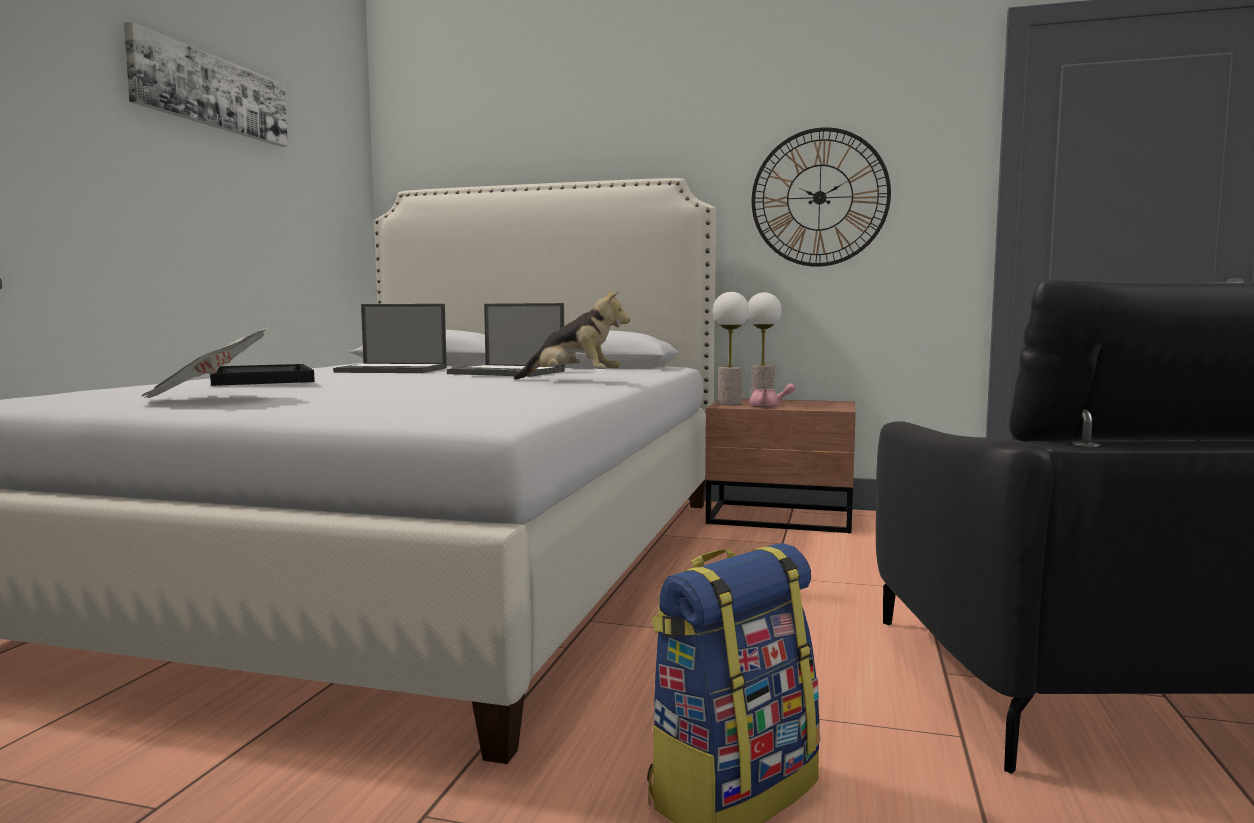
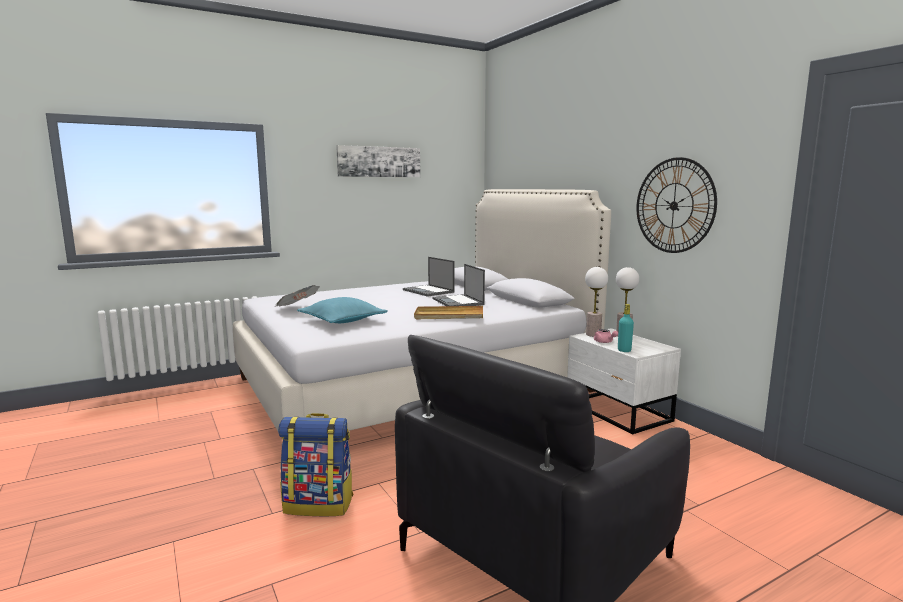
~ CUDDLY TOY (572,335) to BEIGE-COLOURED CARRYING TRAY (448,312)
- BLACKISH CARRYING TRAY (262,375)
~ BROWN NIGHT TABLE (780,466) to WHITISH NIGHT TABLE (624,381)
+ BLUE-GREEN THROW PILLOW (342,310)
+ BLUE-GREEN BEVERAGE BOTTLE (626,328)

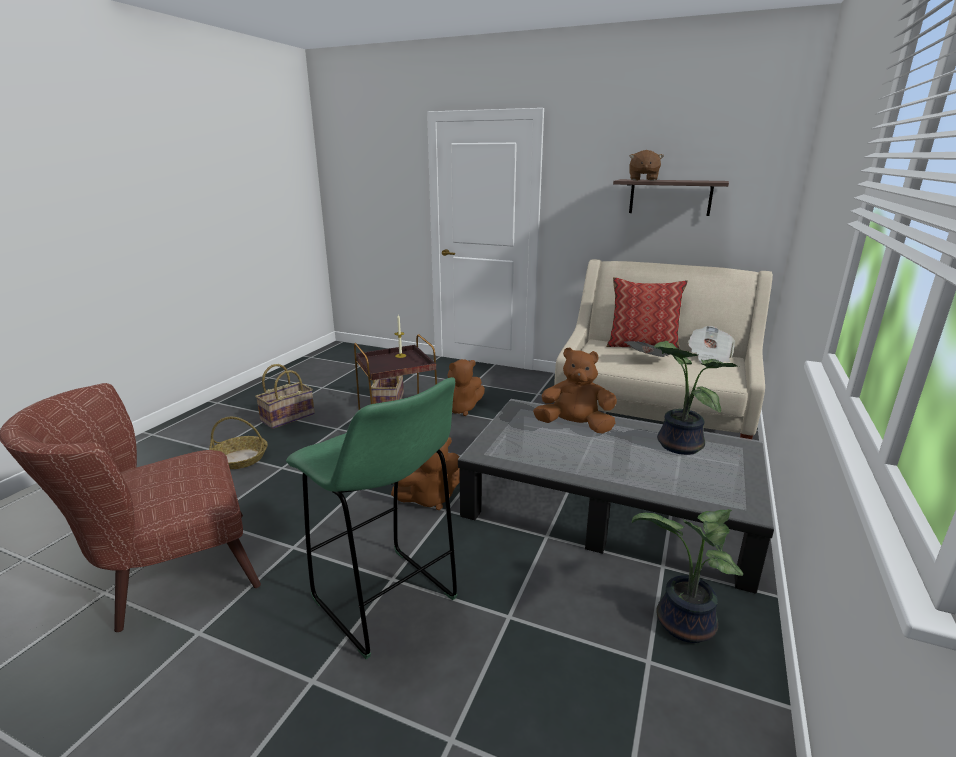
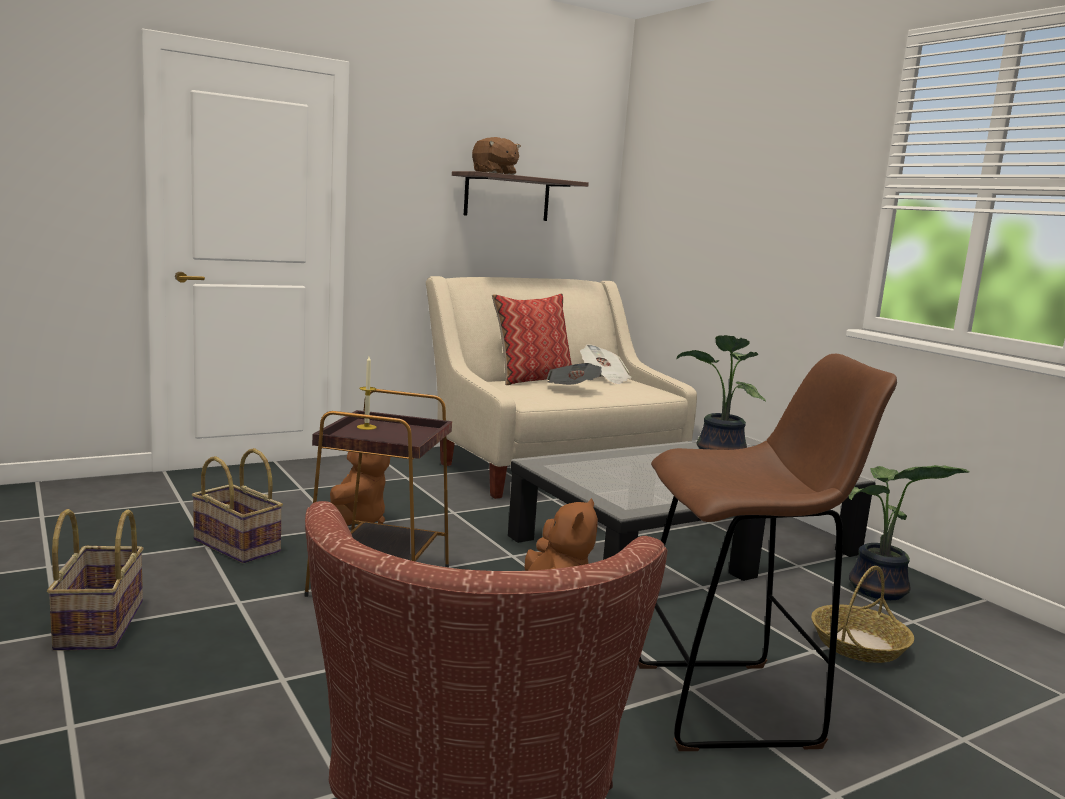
- BROWN CUDDLY TOY (575,390)
~ GREENISH STOOL SEAT (371,518) to BROWN STOOL SEAT (767,552)
~ STORAGE BASKET (238,443) to (862,614)

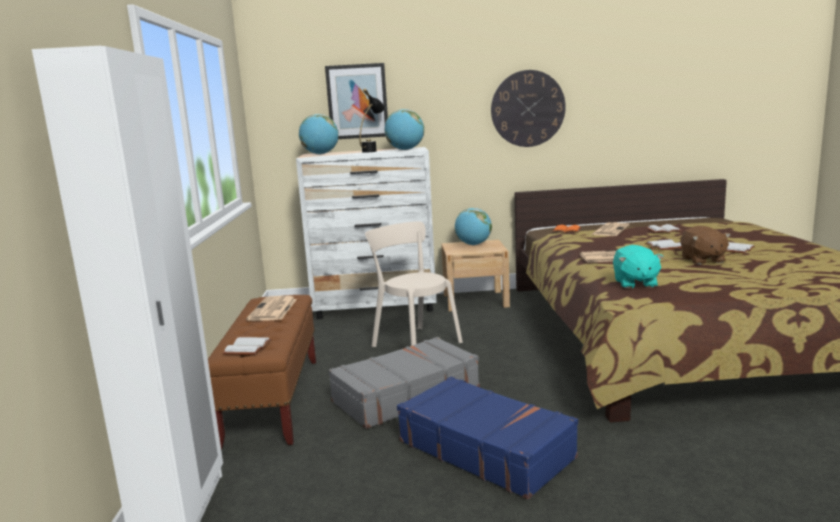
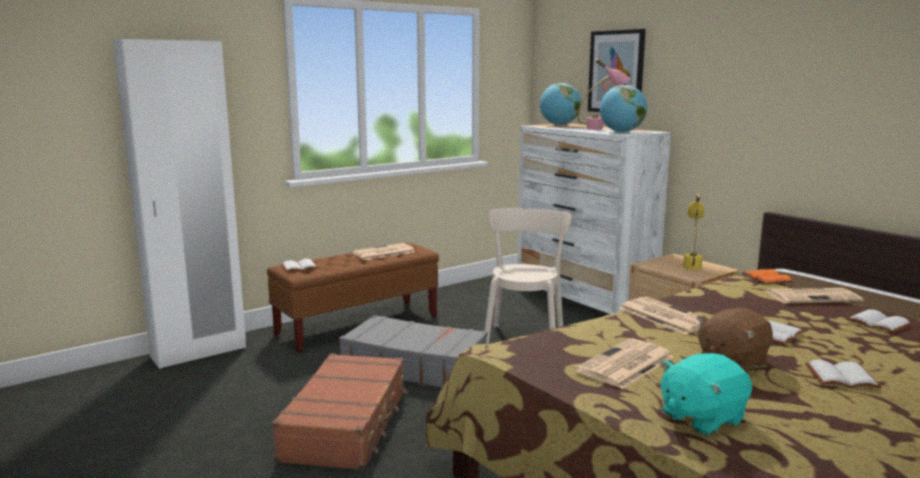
- WALL CLOCK (528,108)
~ BLACKISH TABLE LAMP (372,120) to PINK-COLOURED TABLE LAMP (604,94)
~ WORLD GLOBE (473,226) to YELLOW TABLE LAMP (693,231)
~ BLUE-GREEN CUDDLY TOY (638,267) to (706,394)
~ BLUE TRAVEL CASE (487,438) to BROWN TRAVEL CASE (340,412)
+ PRINTED PAPER (624,363)

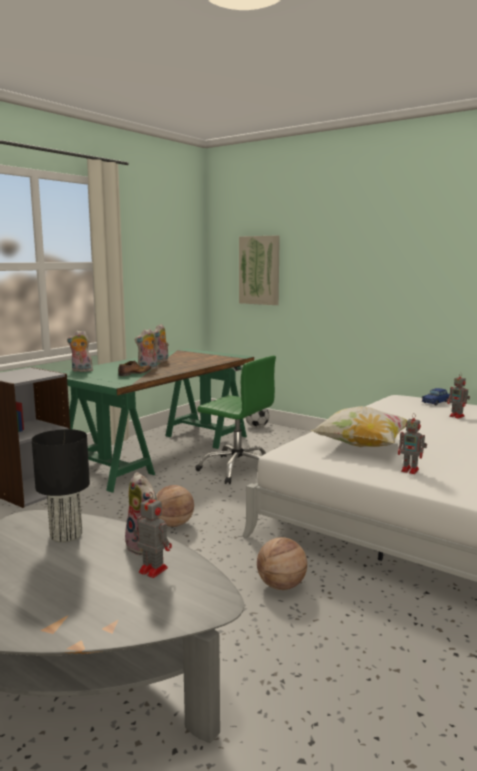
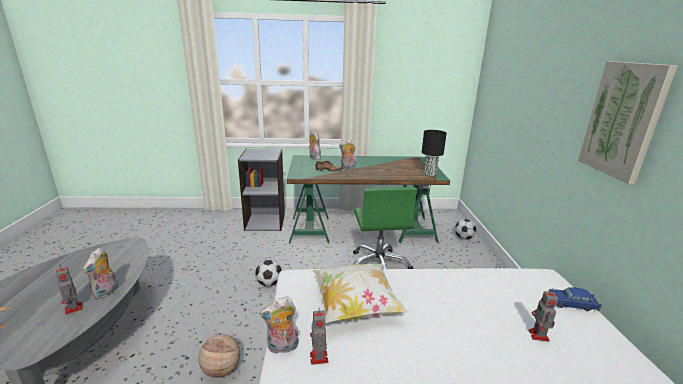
~ WALL ART (259,270) to (628,122)
~ CUDDLY TOY (161,343) to (279,325)
~ BLACKISH TABLE LAMP (61,485) to (434,153)
~ BASKETBALL BALL (175,506) to FOOTBALL (268,273)
~ TOY ROBOT (153,535) = (69,290) 150 degrees clockwise

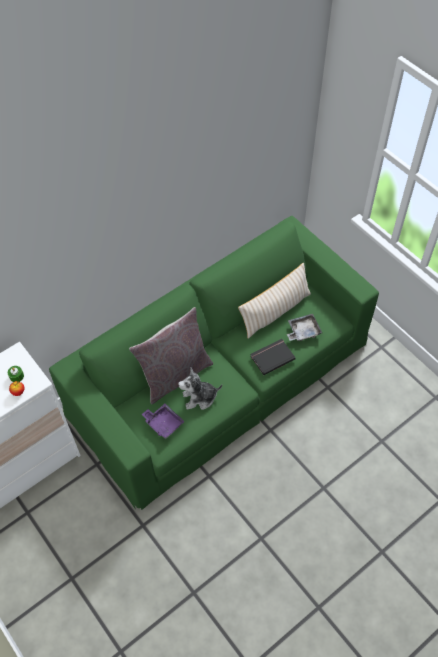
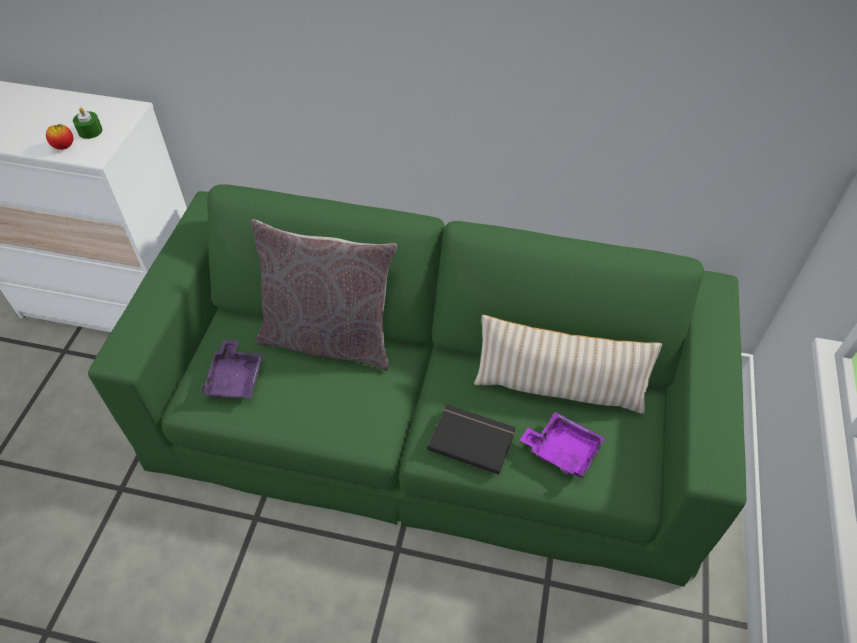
~ GREY CARRYING TRAY (305,327) to PURPLISH CARRYING TRAY (563,445)
- CUDDLY TOY (200,389)

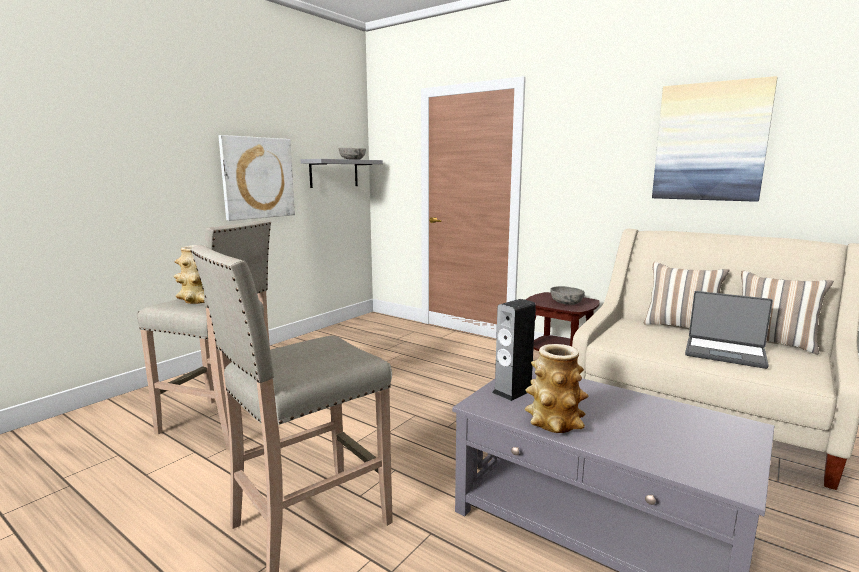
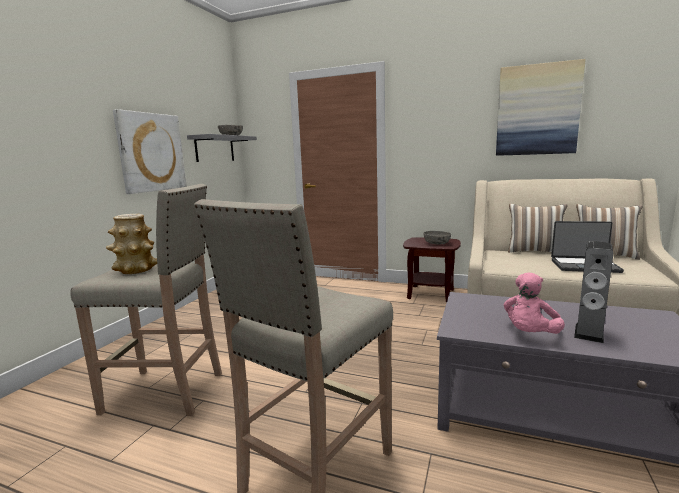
~ LOUDSPEAKER (514,350) to (593,292)
~ VASE (556,388) to PINK-COLOURED CUDDLY TOY (534,303)

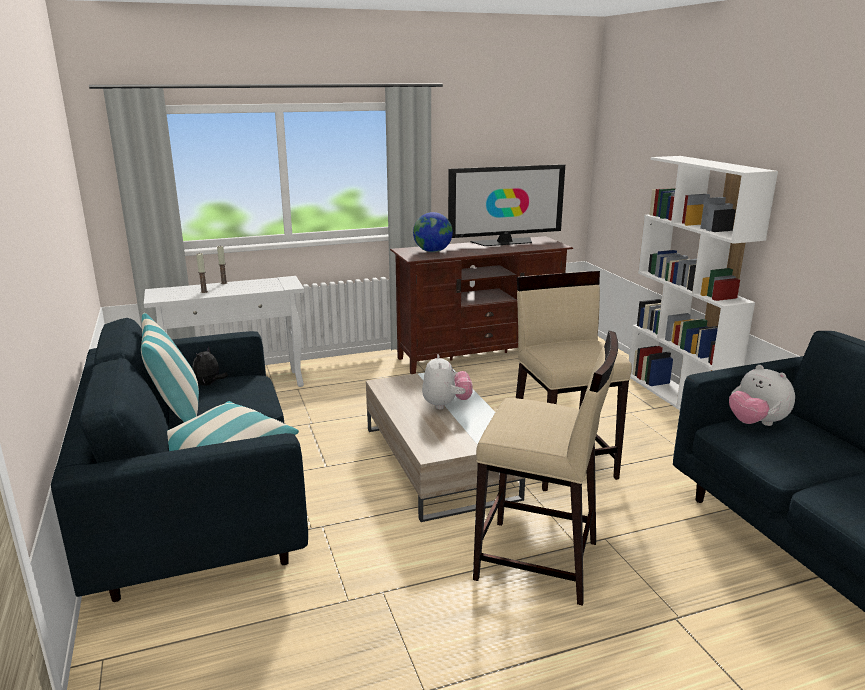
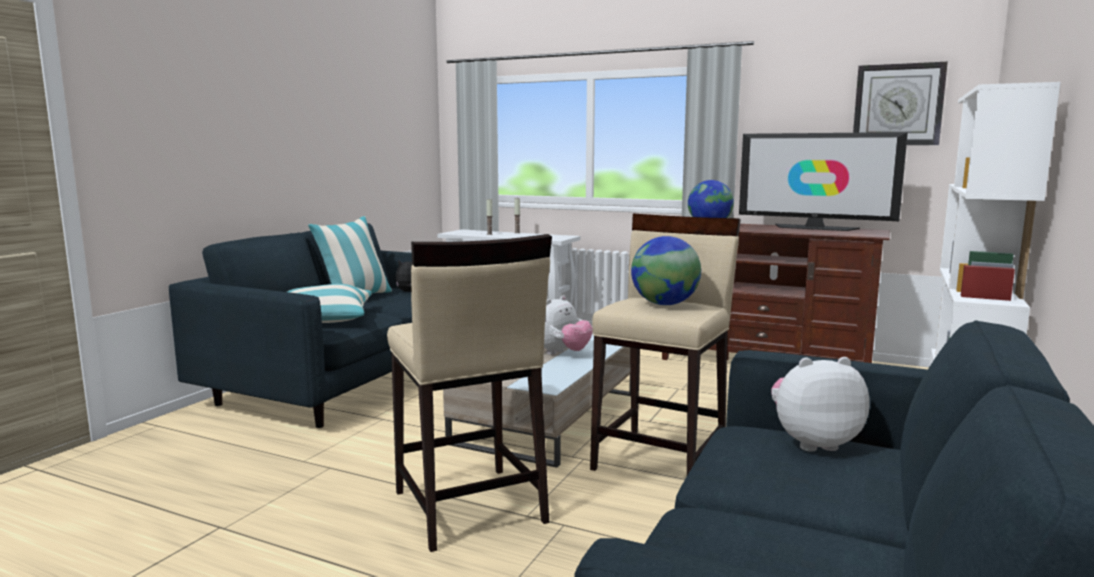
~ CUDDLY TOY (762,395) = (820,404) 75 degrees clockwise
+ WALL CLOCK (900,103)
+ WORLD GLOBE (666,270)

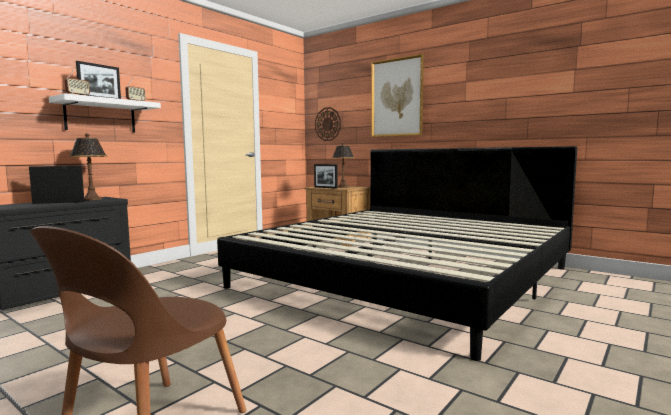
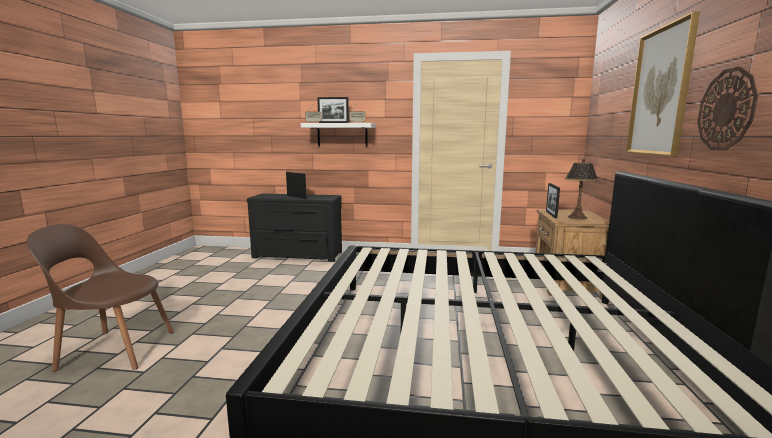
~ WALL CLOCK (328,124) to (727,108)
- TABLE LAMP (88,167)

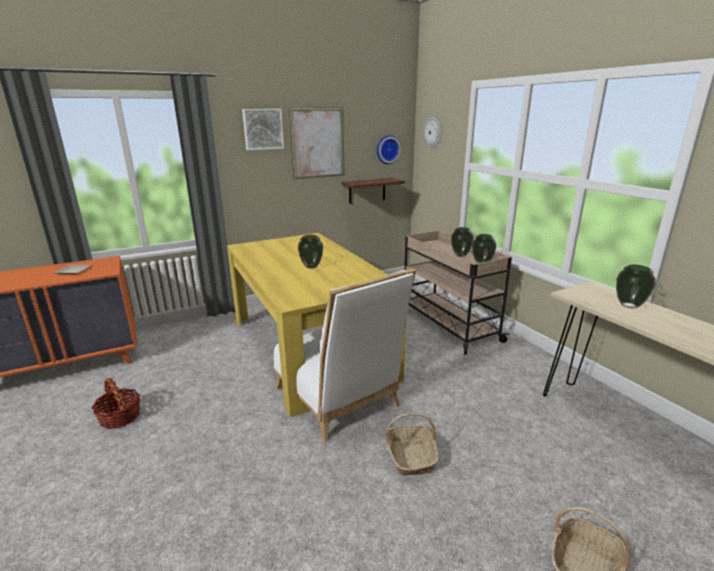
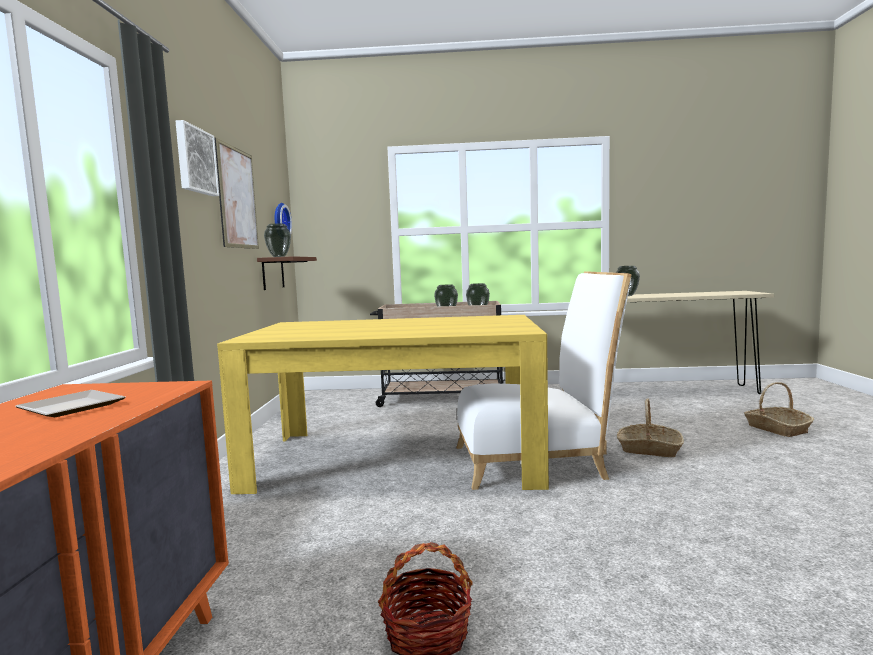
- WALL CLOCK (432,132)
~ VASE (310,252) to (277,240)

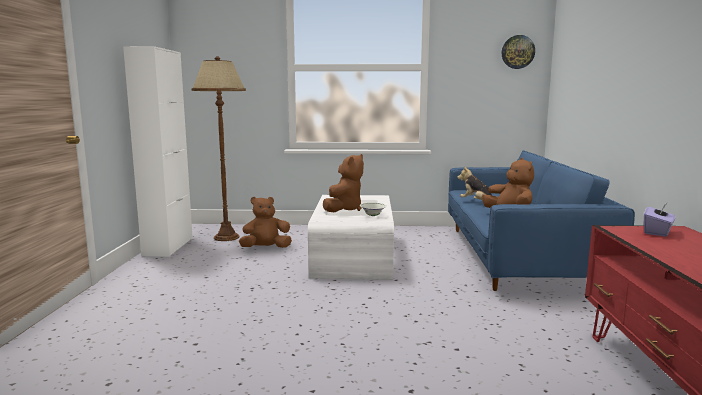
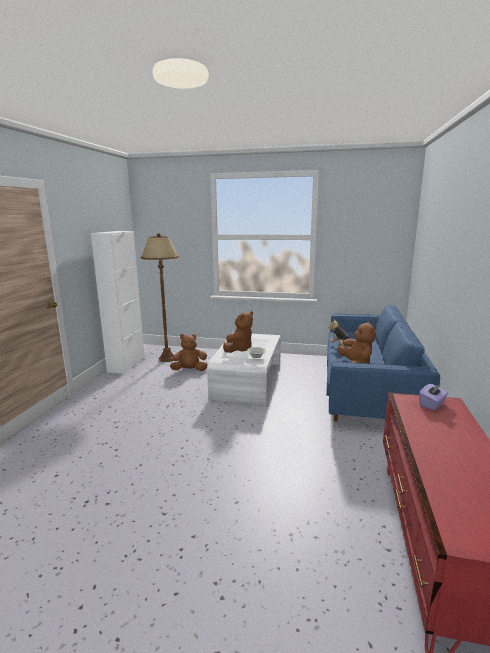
- WALL CLOCK (518,52)

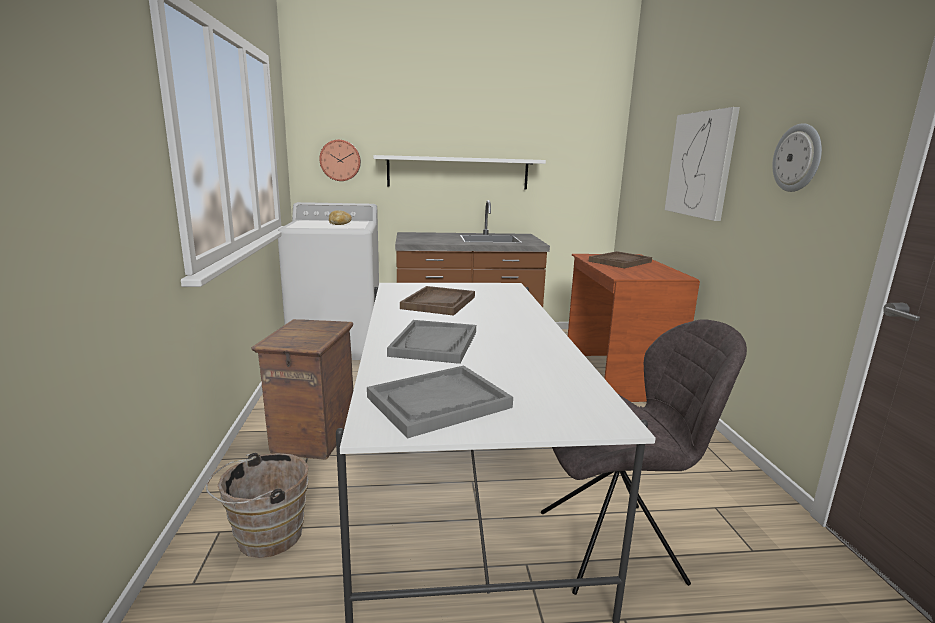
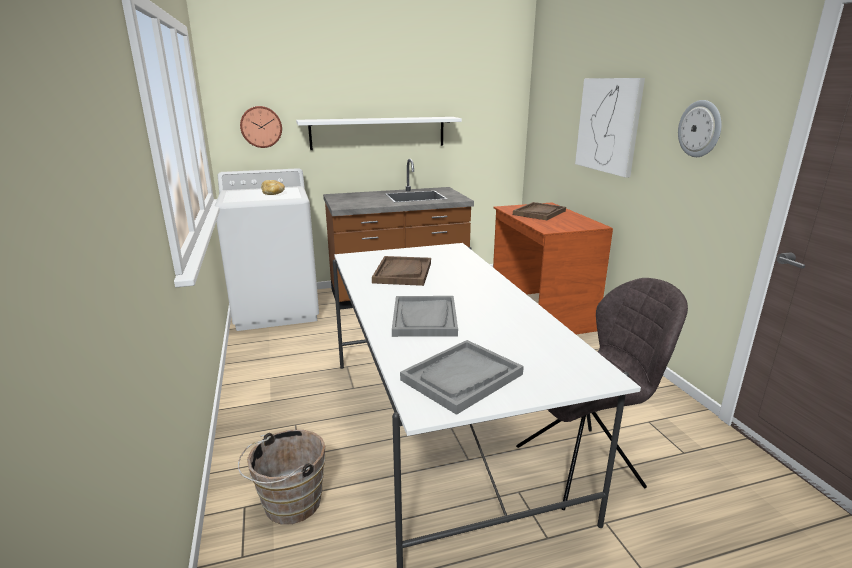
- PACKING CRATE (302,389)

